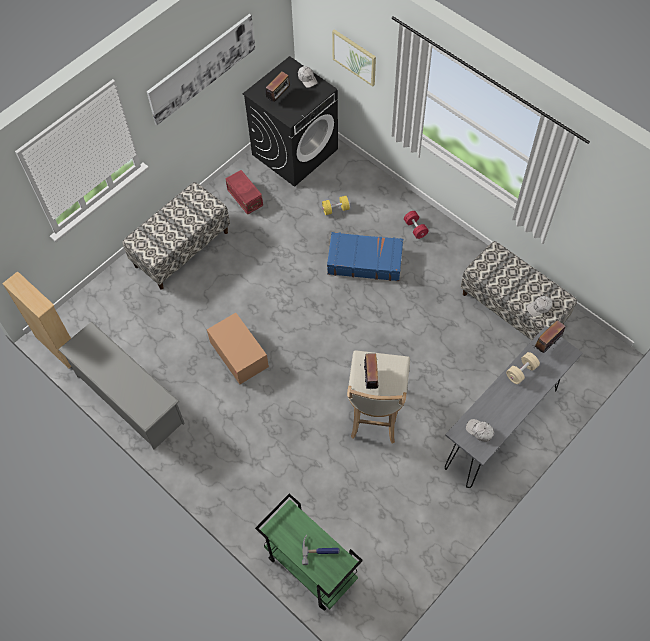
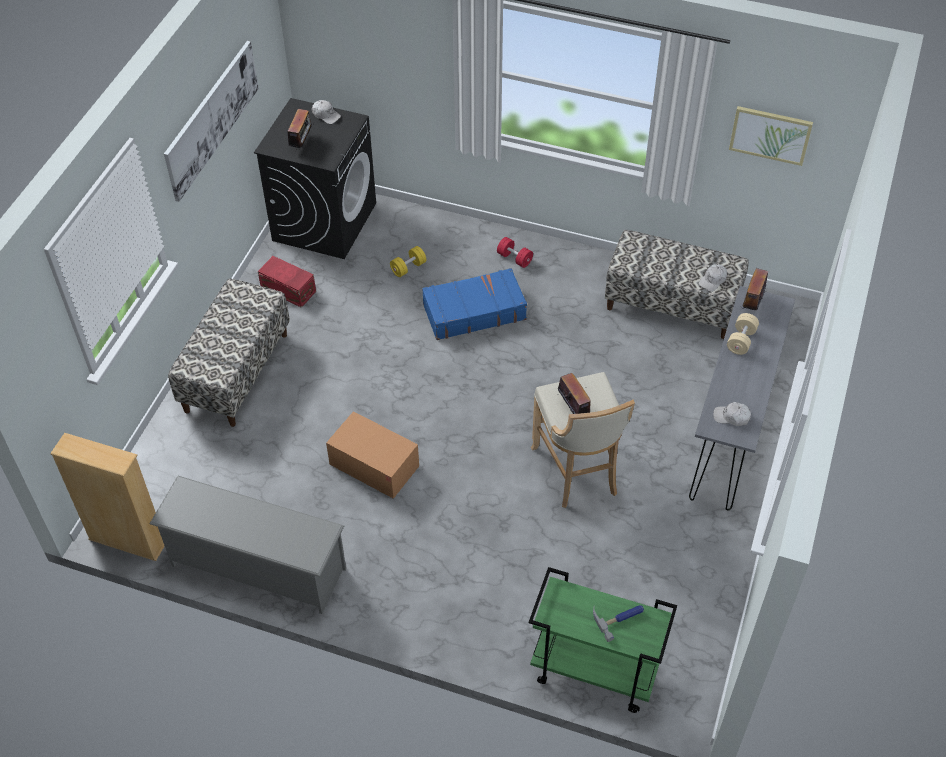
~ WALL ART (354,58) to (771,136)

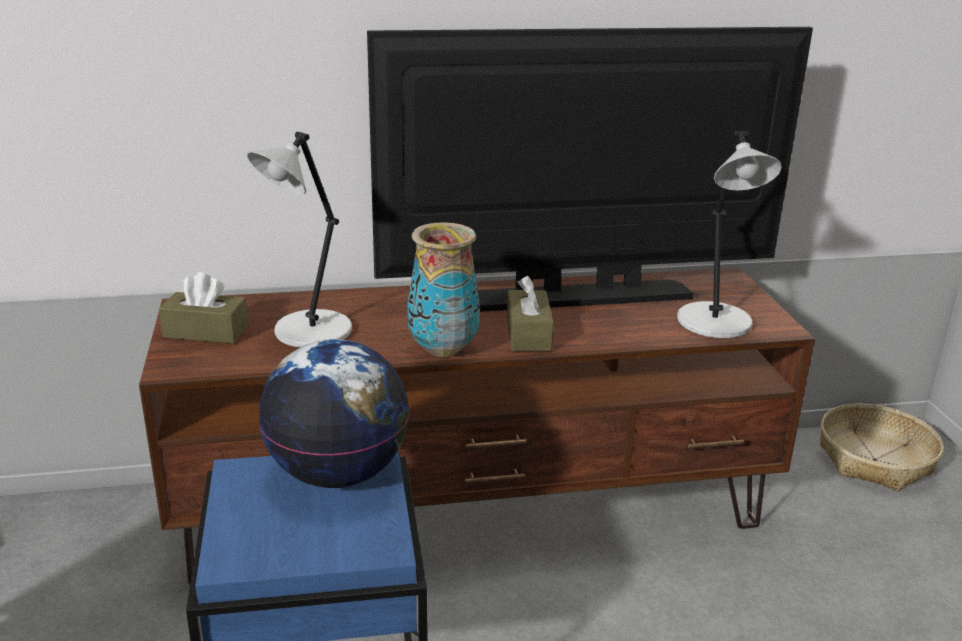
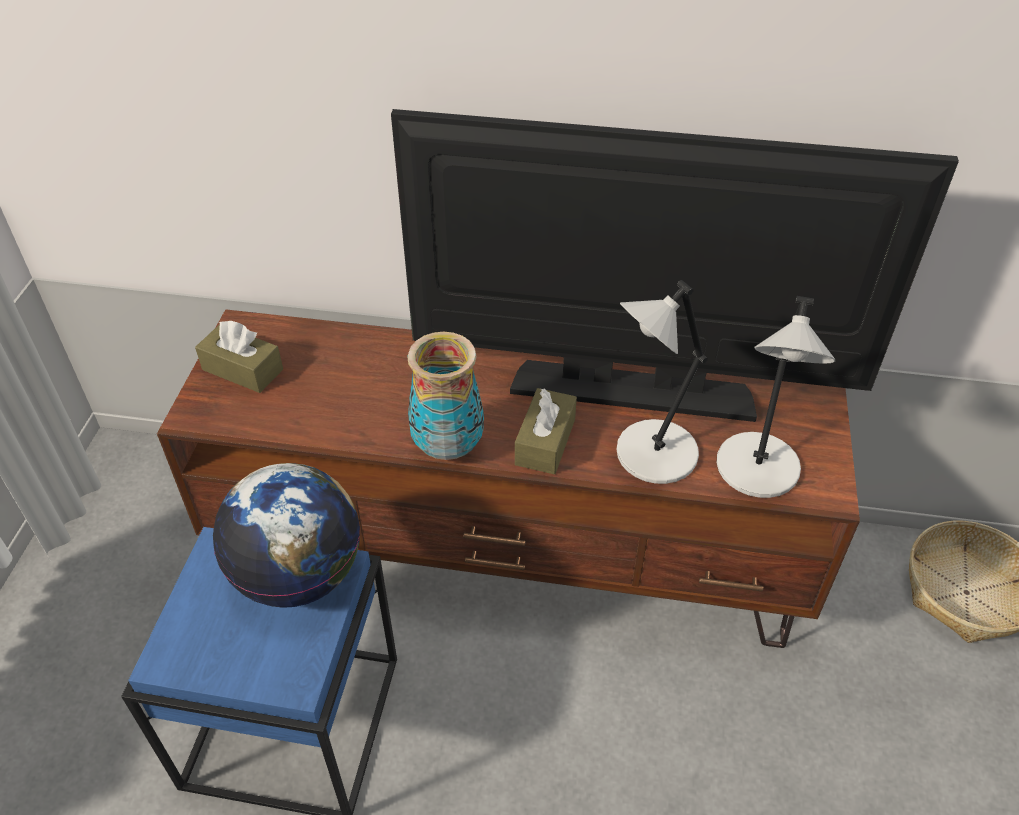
~ GREY TABLE LAMP (299,240) to (662,382)

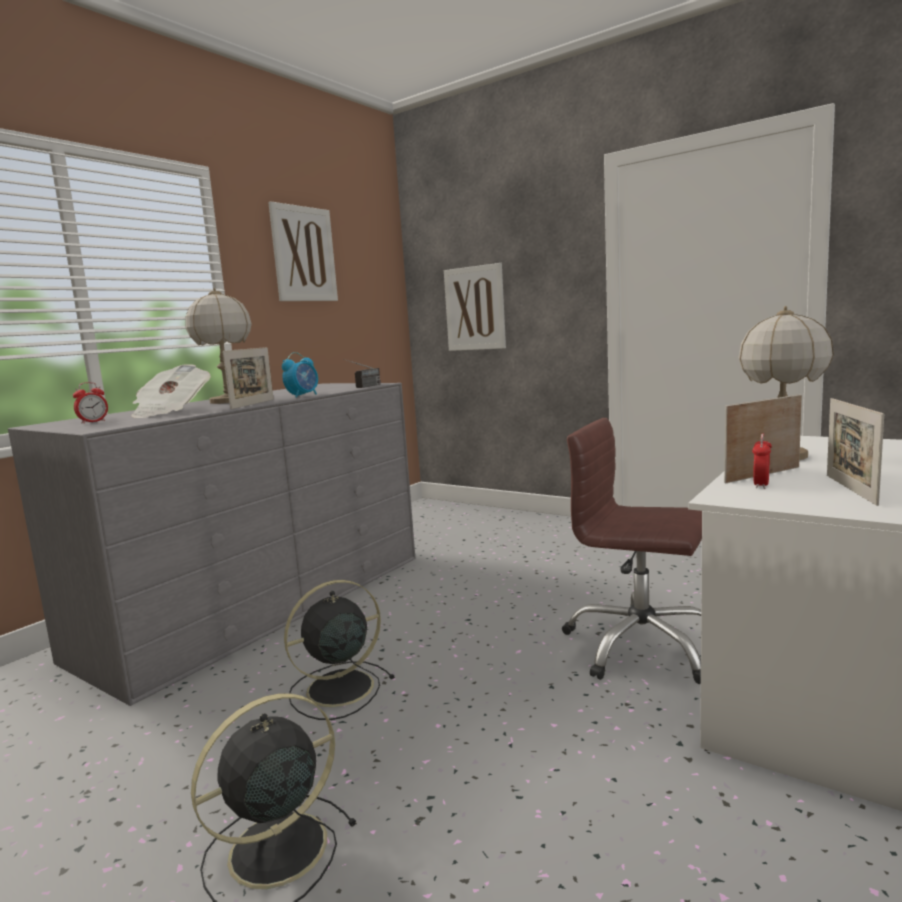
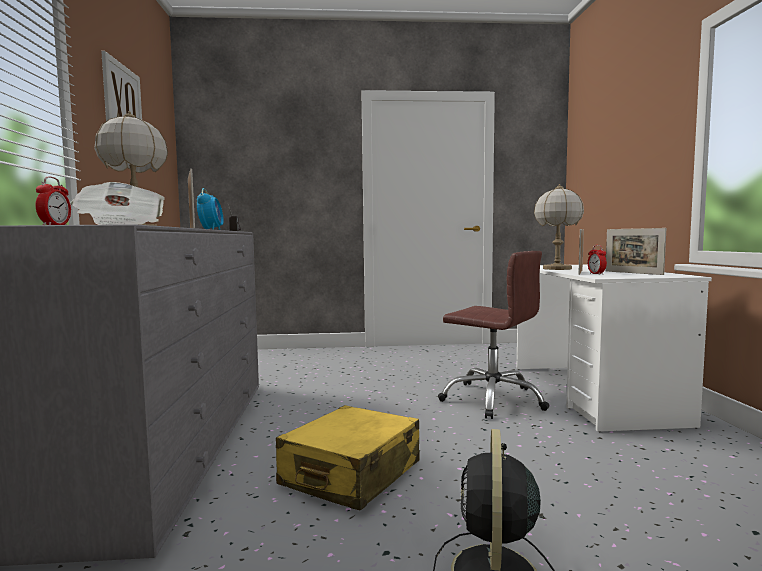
- WALL ART (475,307)
~ BROWN DESK CHAIR (632,551) = (494,335) 135 degrees counterclockwise
~ BLACKISH COOLING FAN (339,650) to YELLOW TRAVEL CASE (348,458)

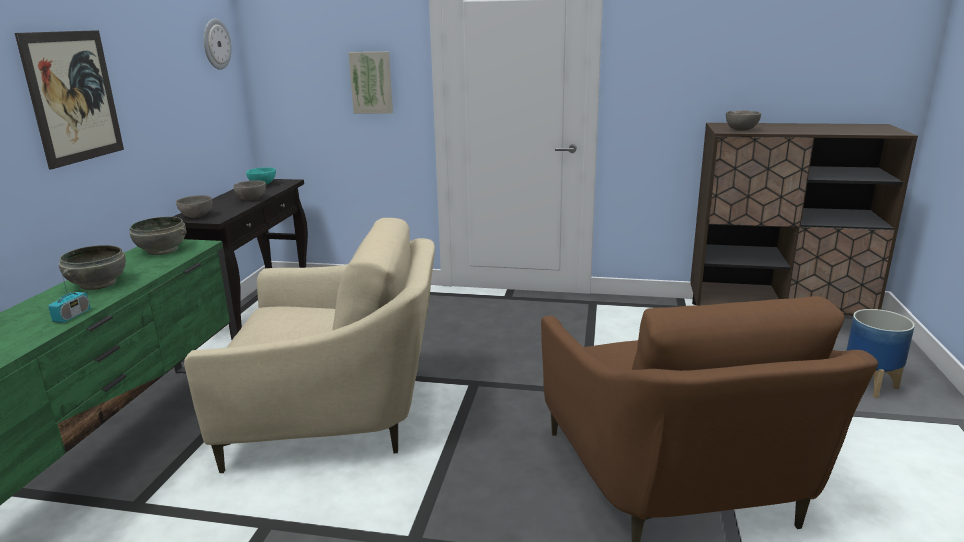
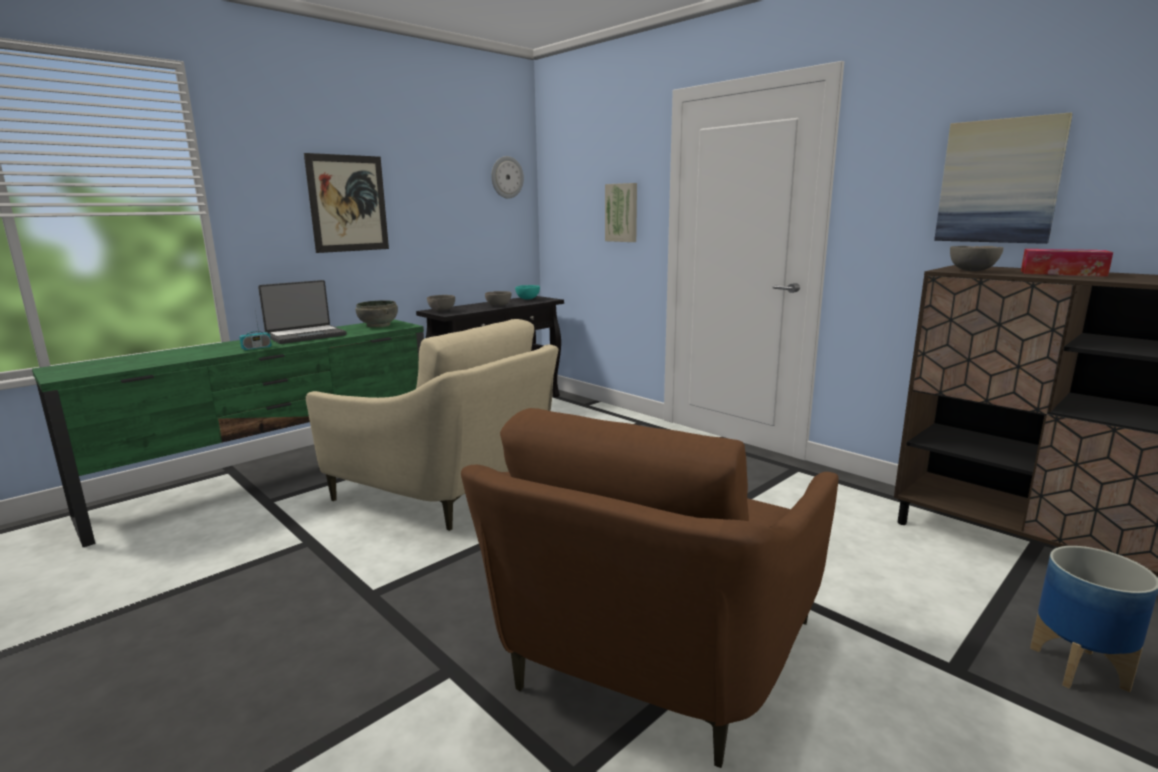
~ GREY BOWL (92,267) to LAPTOP (302,312)
+ WALL ART (1003,178)
+ TISSUE BOX (1067,263)

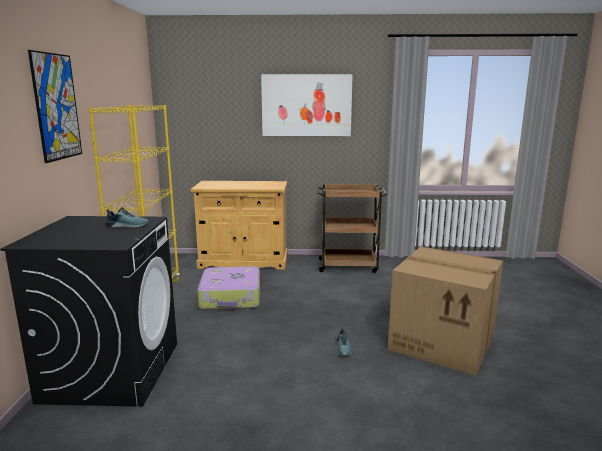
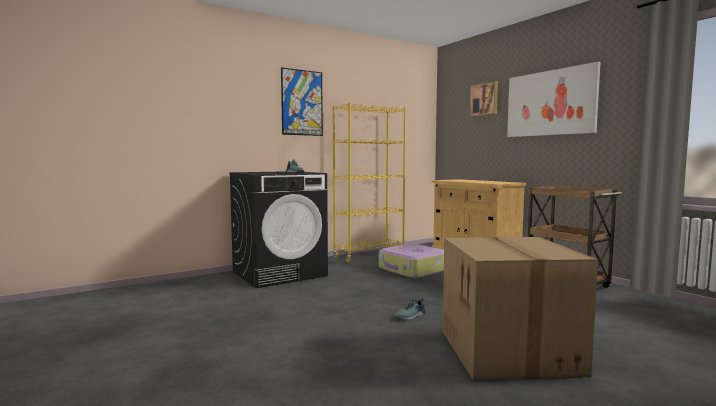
+ WALL ART (484,99)

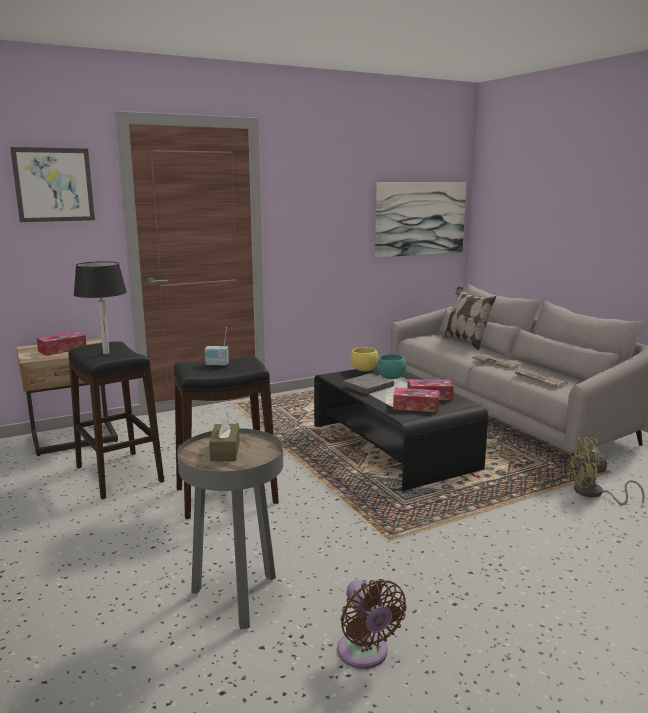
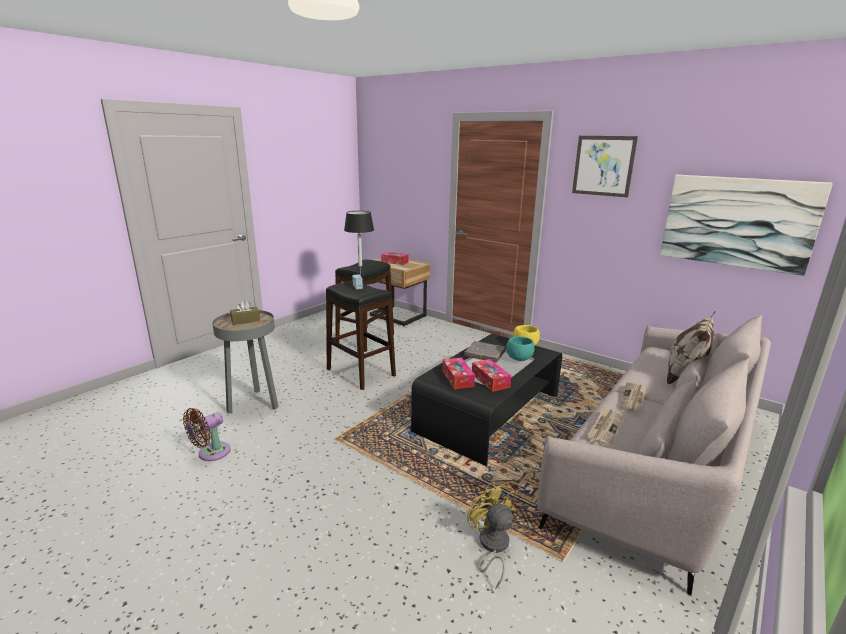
~ WALL ART (52,184) to (605,167)

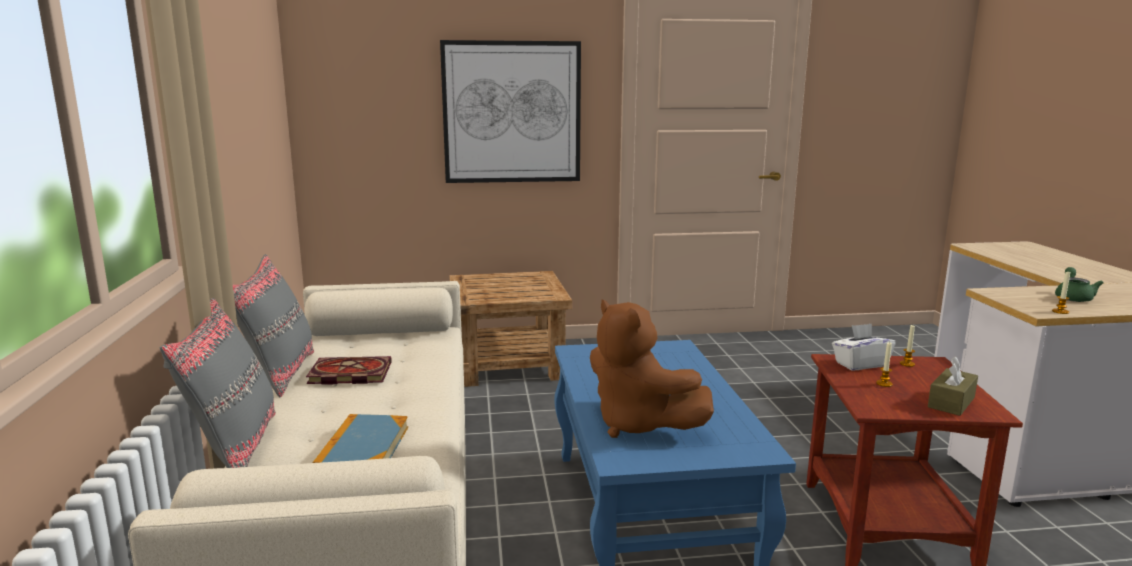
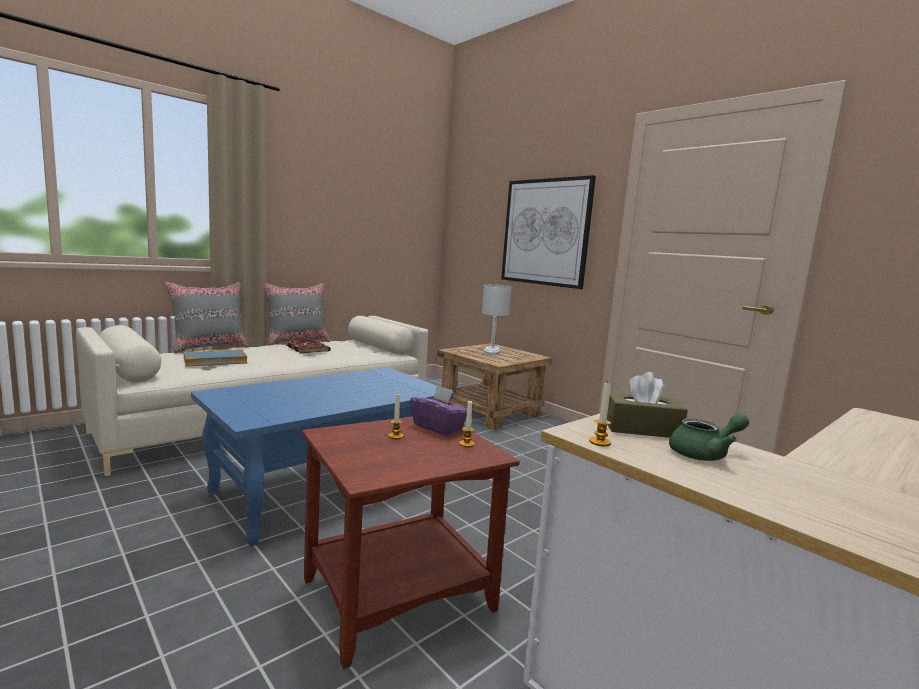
- BROWN CUDDLY TOY (652,369)
~ WHITISH TISSUE BOX (864,346) to PURPLISH TISSUE BOX (438,410)
~ BROWN TISSUE BOX (953,386) to (647,405)
+ WHITISH TABLE LAMP (496,319)

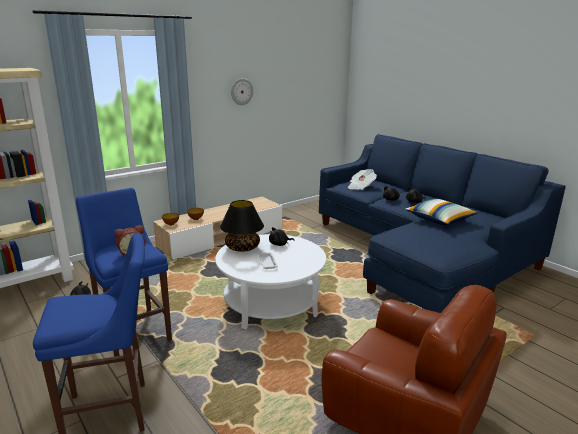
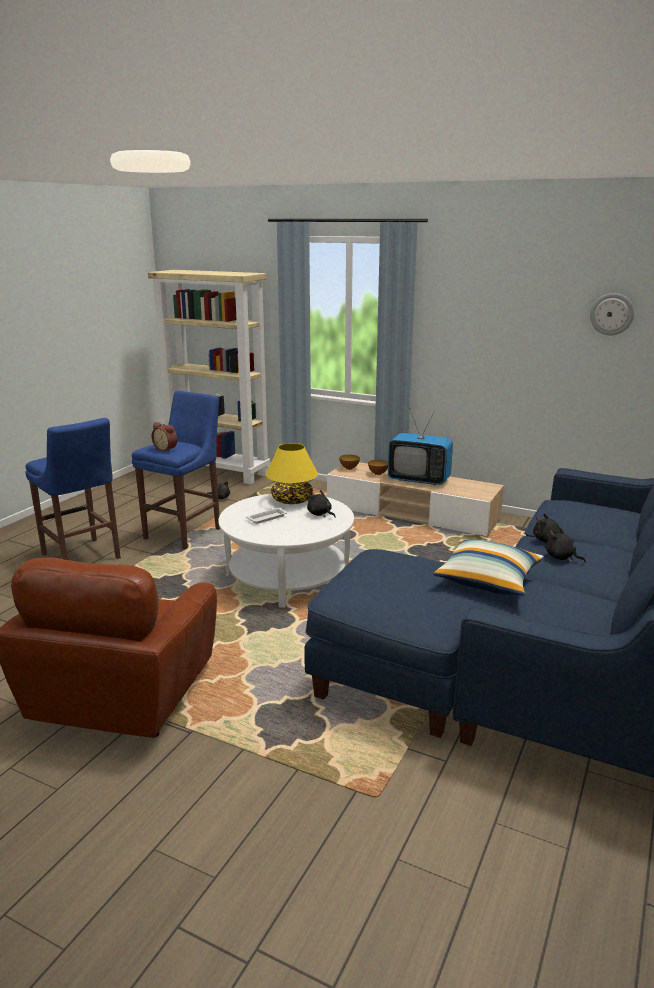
~ WALL CLOCK (242,91) to (612,314)
- PRINTED PAPER (362,179)
~ BLACKISH TABLE LAMP (242,226) to YELLOW TABLE LAMP (292,473)
+ TV (420,446)

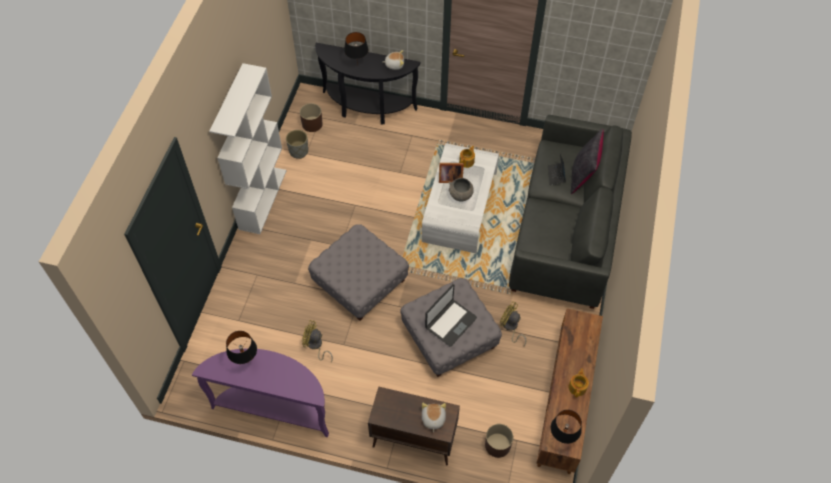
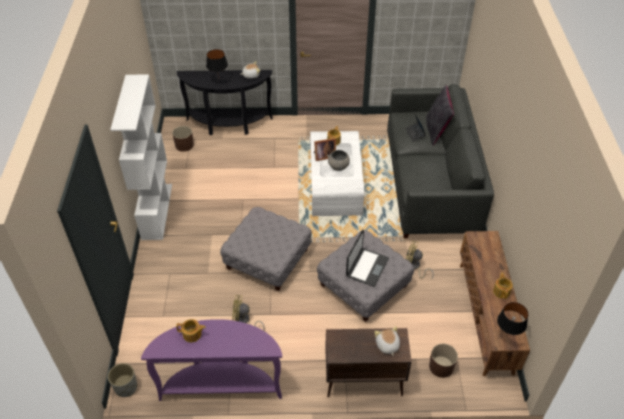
~ GREY PLANT POT (297,144) to (122,380)
~ BLACKISH TABLE LAMP (241,347) to POT FOR TEA (191,330)

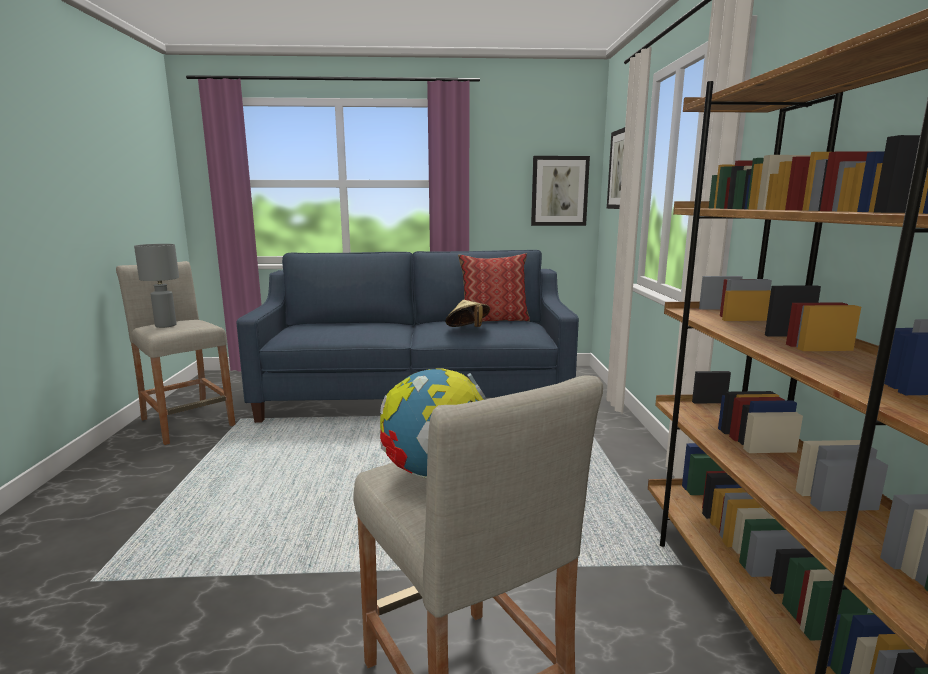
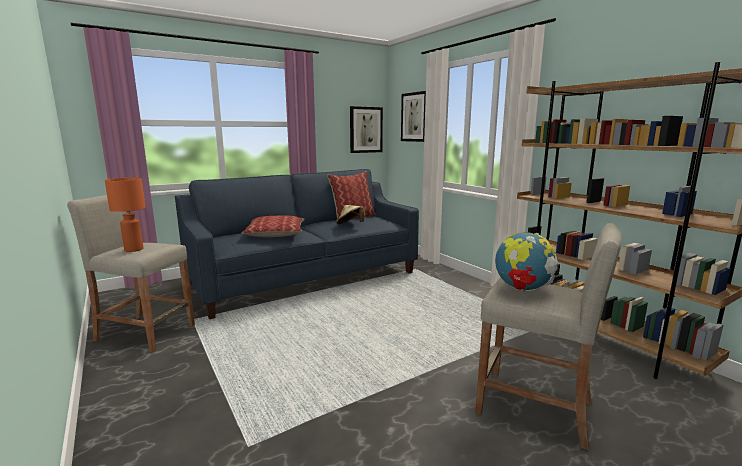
~ GREY TABLE LAMP (156,286) to ORANGE-COLOURED TABLE LAMP (125,214)
+ THROW PILLOW (272,226)

